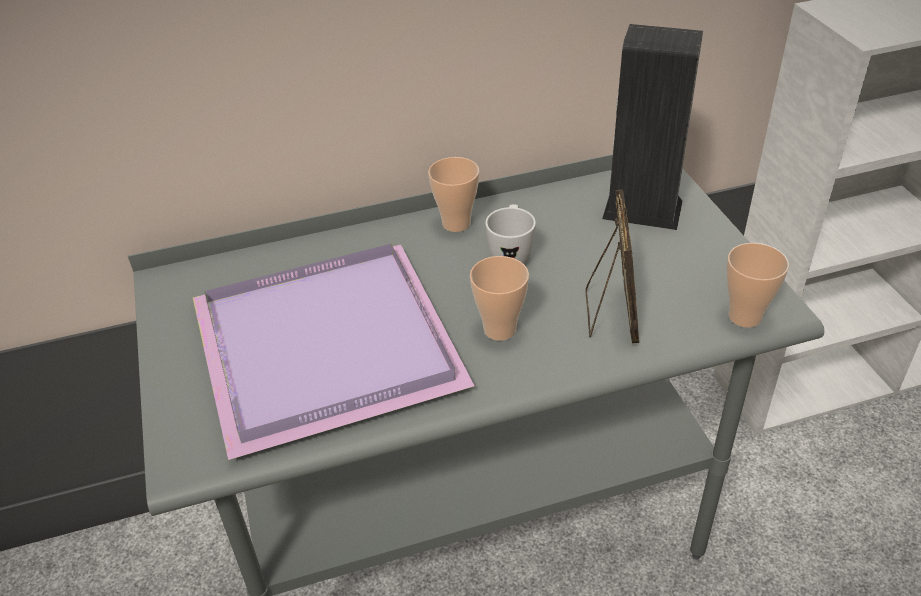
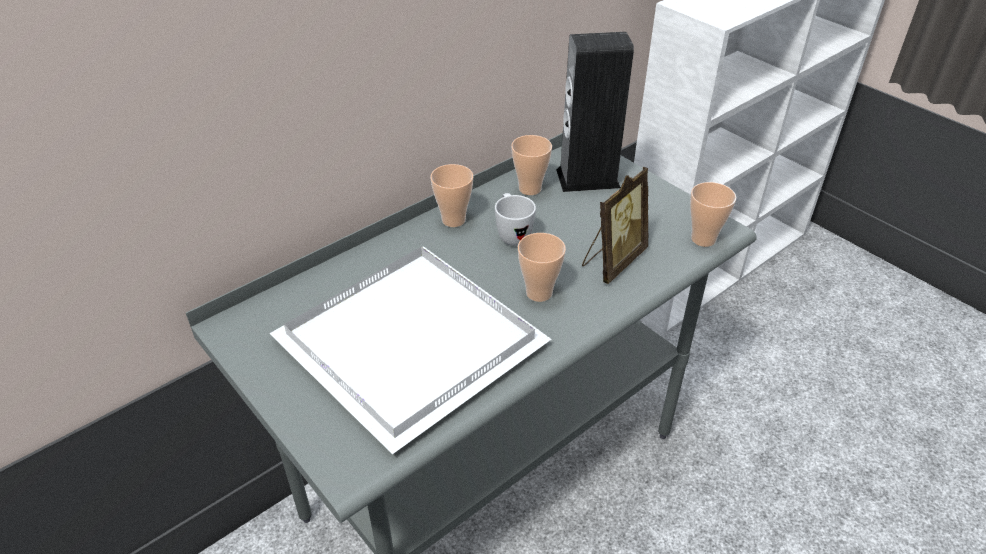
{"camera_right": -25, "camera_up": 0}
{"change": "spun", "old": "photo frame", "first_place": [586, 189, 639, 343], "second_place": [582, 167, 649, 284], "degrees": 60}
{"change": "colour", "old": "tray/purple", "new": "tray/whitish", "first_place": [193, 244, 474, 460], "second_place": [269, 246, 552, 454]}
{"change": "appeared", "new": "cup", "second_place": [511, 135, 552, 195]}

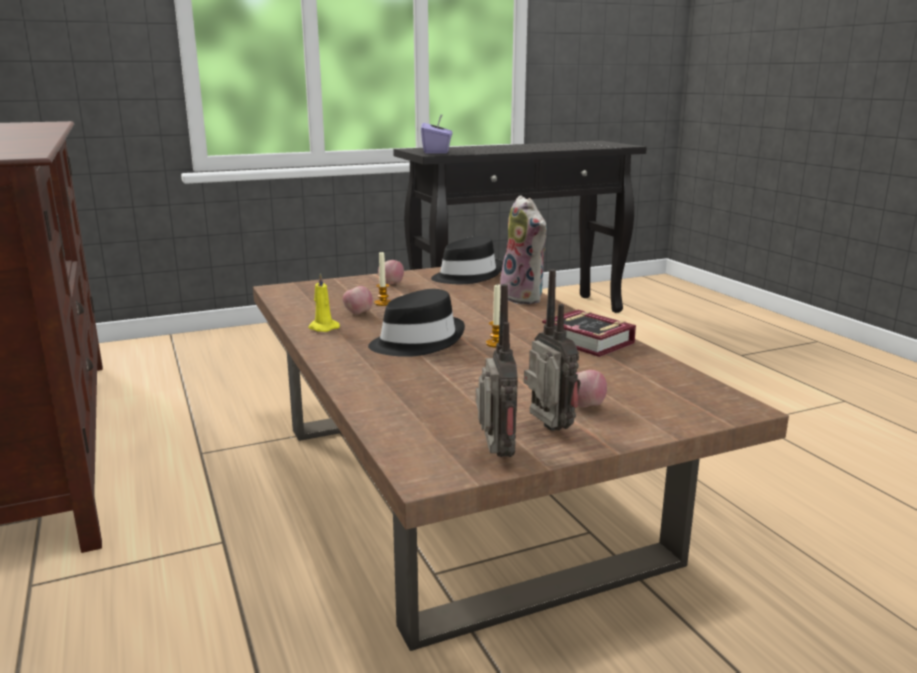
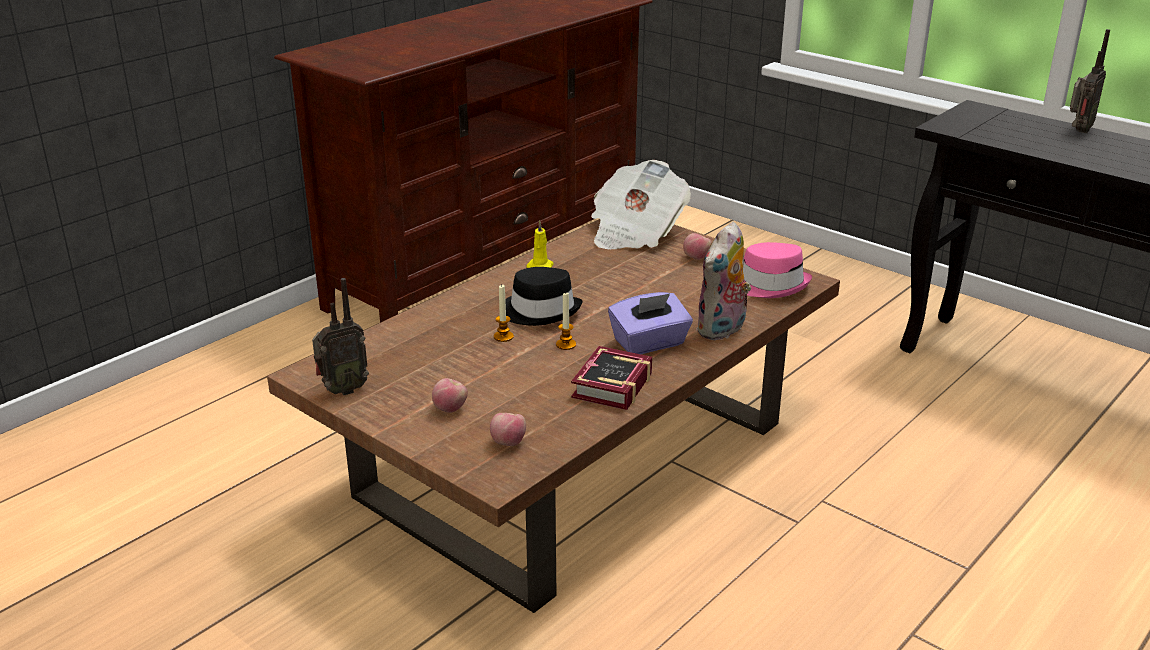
{"camera_right": 65, "camera_up": 10}
{"change": "relocated", "old": "tissue box/purple", "first_place": [421, 114, 453, 154], "second_place": [608, 292, 693, 354]}
{"change": "colour", "old": "clothing hat/black", "new": "clothing hat/pink", "first_place": [431, 236, 503, 284], "second_place": [743, 242, 812, 298]}
{"change": "relocated", "old": "candle", "first_place": [374, 251, 391, 306], "second_place": [494, 285, 514, 342]}
{"change": "relocated", "old": "radio receiver", "first_place": [524, 269, 581, 431], "second_place": [1070, 29, 1110, 133]}
{"change": "relocated", "old": "apple fruit", "first_place": [343, 286, 373, 314], "second_place": [490, 413, 526, 446]}
{"change": "appeared", "new": "newspaper", "second_place": [591, 160, 691, 249]}

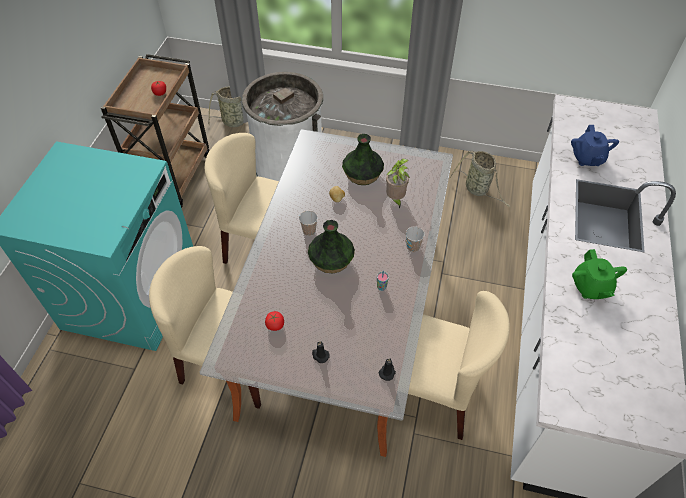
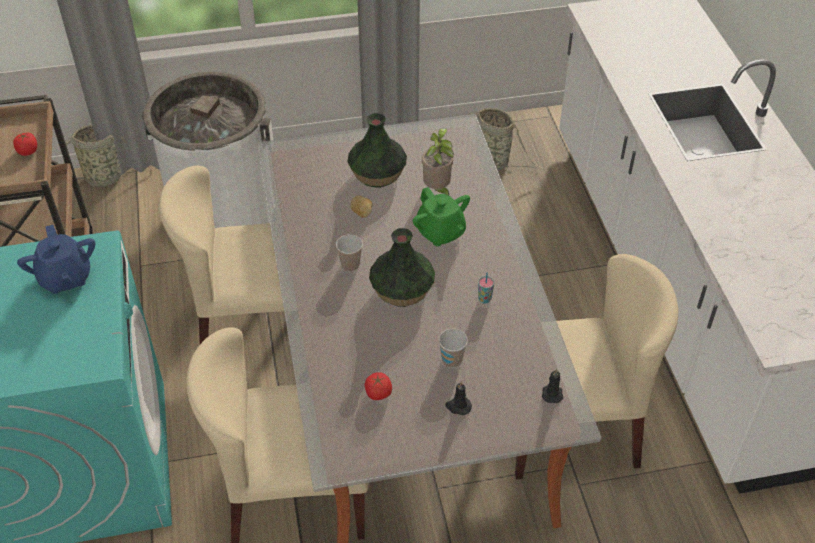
{"camera_right": -25, "camera_up": -5}
{"change": "relocated", "old": "pot for tea/blue-coloured", "first_place": [571, 125, 619, 166], "second_place": [17, 225, 95, 294]}
{"change": "relocated", "old": "cup", "first_place": [406, 226, 425, 252], "second_place": [439, 329, 468, 368]}
{"change": "relocated", "old": "pot for tea/green", "first_place": [572, 249, 627, 299], "second_place": [413, 187, 470, 246]}

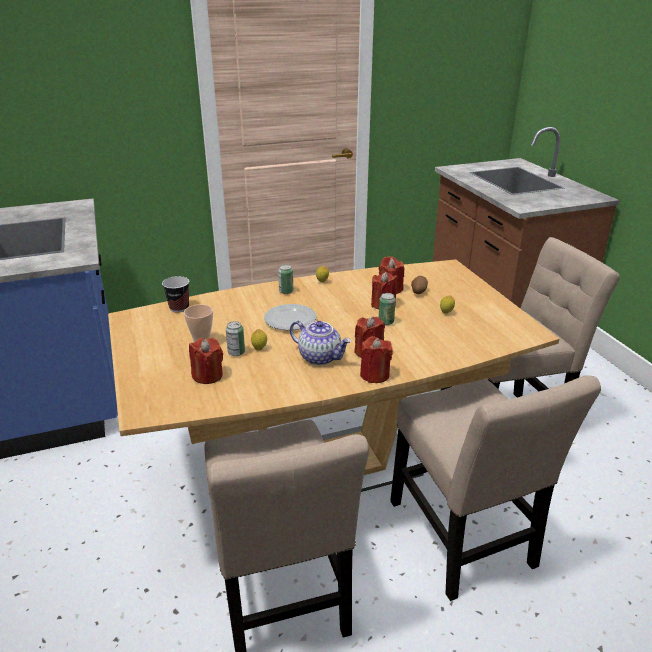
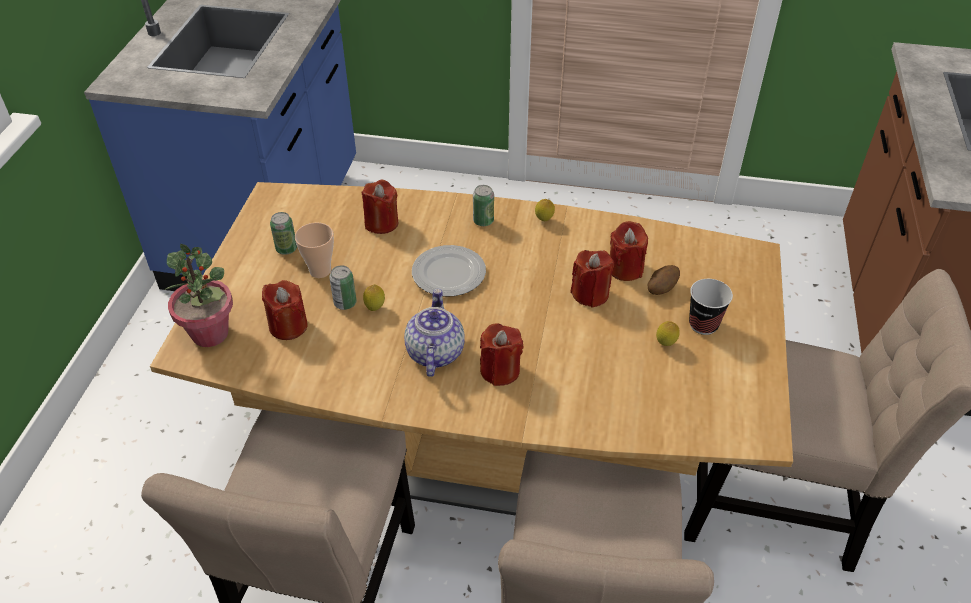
{"camera_right": 30, "camera_up": 15}
{"change": "relocated", "old": "cup", "first_place": [162, 276, 189, 312], "second_place": [689, 279, 733, 335]}
{"change": "relocated", "old": "can", "first_place": [379, 293, 396, 325], "second_place": [270, 212, 297, 255]}
{"change": "spun", "old": "pot for tea", "first_place": [290, 320, 351, 365], "second_place": [404, 288, 465, 377], "degrees": -150}
{"change": "relocated", "old": "candle/red", "first_place": [360, 337, 393, 383], "second_place": [362, 180, 398, 234]}
{"change": "appeared", "new": "houseplant", "second_place": [165, 244, 233, 347]}

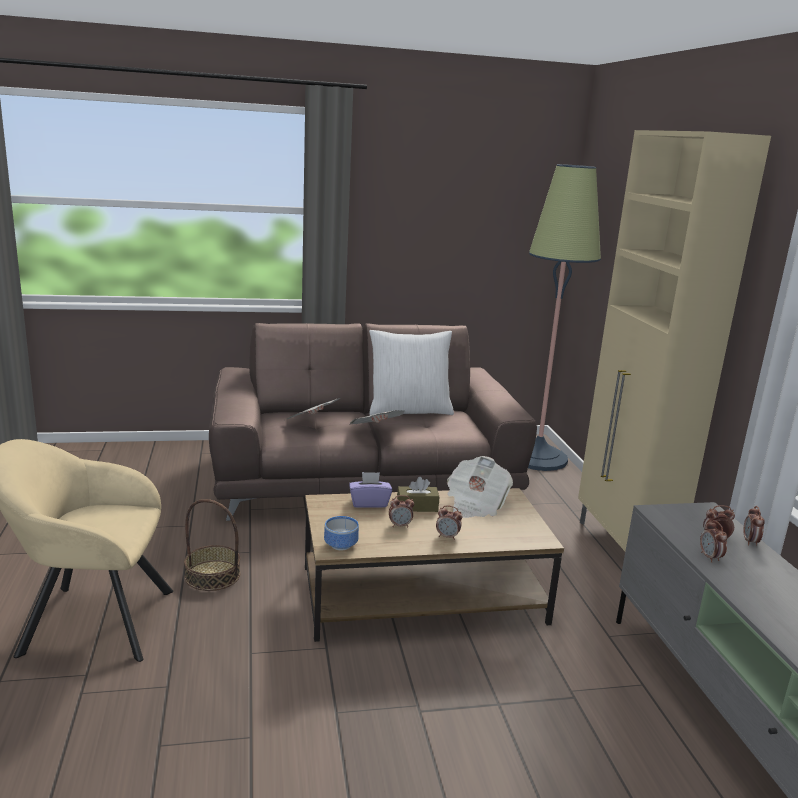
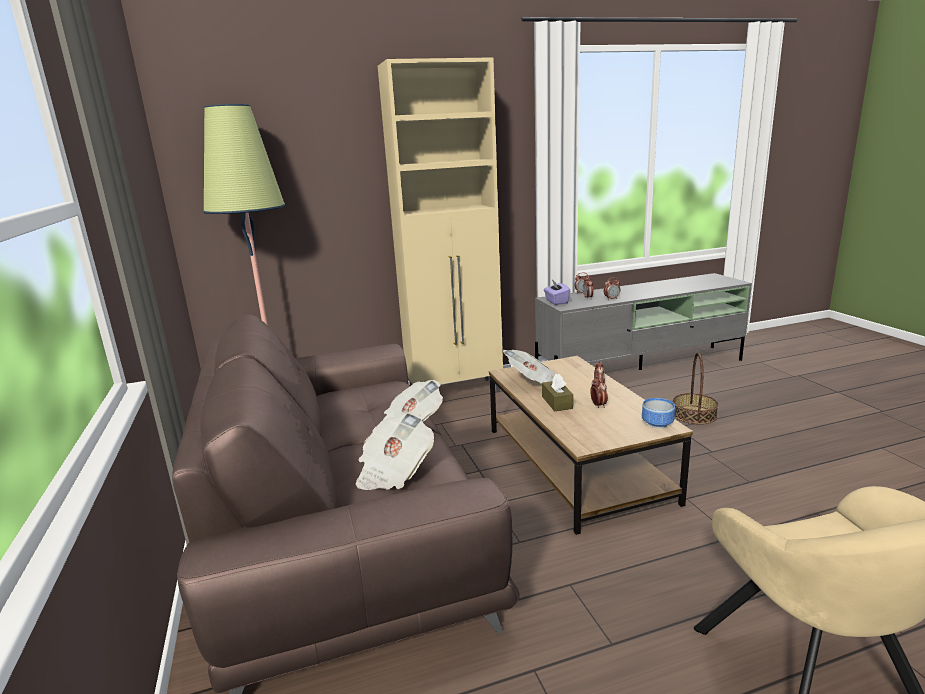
{"camera_right": -95, "camera_up": 0}
{"change": "missing", "old": "pillow/whitish", "first_place": [369, 330, 454, 415]}
{"change": "relocated", "old": "tissue box/purple", "first_place": [349, 472, 392, 508], "second_place": [544, 280, 570, 305]}
{"change": "relocated", "old": "household basket", "first_place": [184, 499, 240, 591], "second_place": [673, 353, 718, 425]}

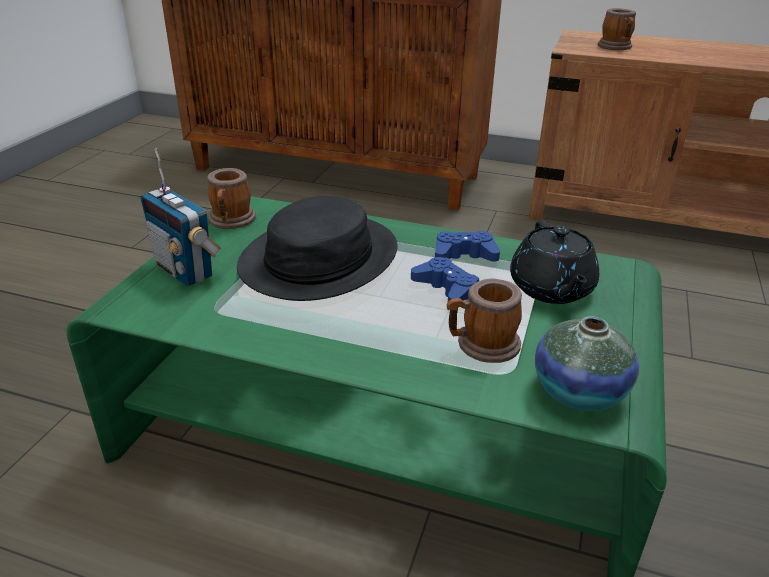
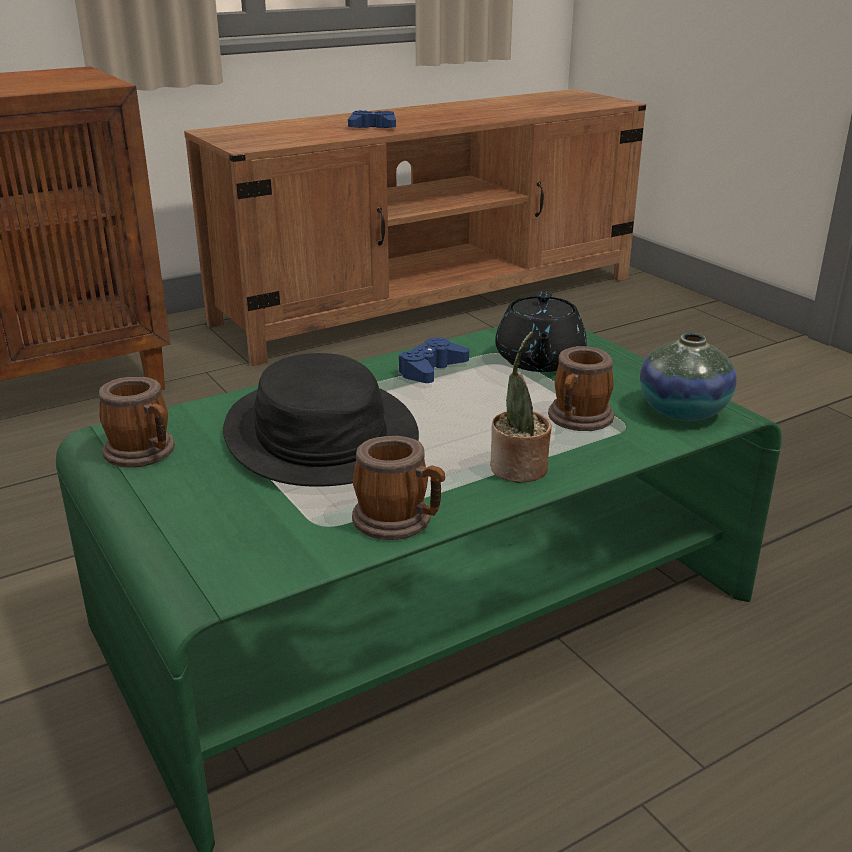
{"camera_right": -50, "camera_up": -5}
{"change": "relocated", "old": "mug", "first_place": [598, 8, 636, 50], "second_place": [352, 436, 445, 540]}
{"change": "missing", "old": "radio receiver", "first_place": [140, 148, 221, 287]}
{"change": "spun", "old": "pot for tea/black", "first_place": [510, 220, 599, 304], "second_place": [495, 291, 587, 372], "degrees": 60}
{"change": "relocated", "old": "gamepad/blue-coloured", "first_place": [411, 257, 479, 301], "second_place": [348, 110, 396, 128]}
{"change": "appeared", "new": "houseplant", "second_place": [490, 332, 552, 482]}

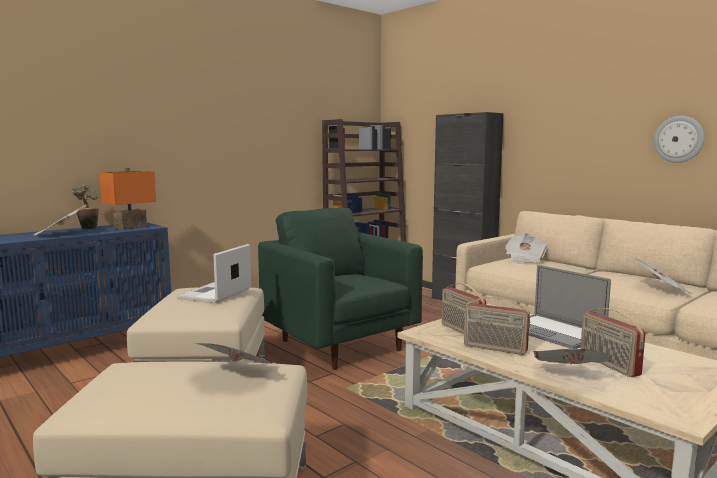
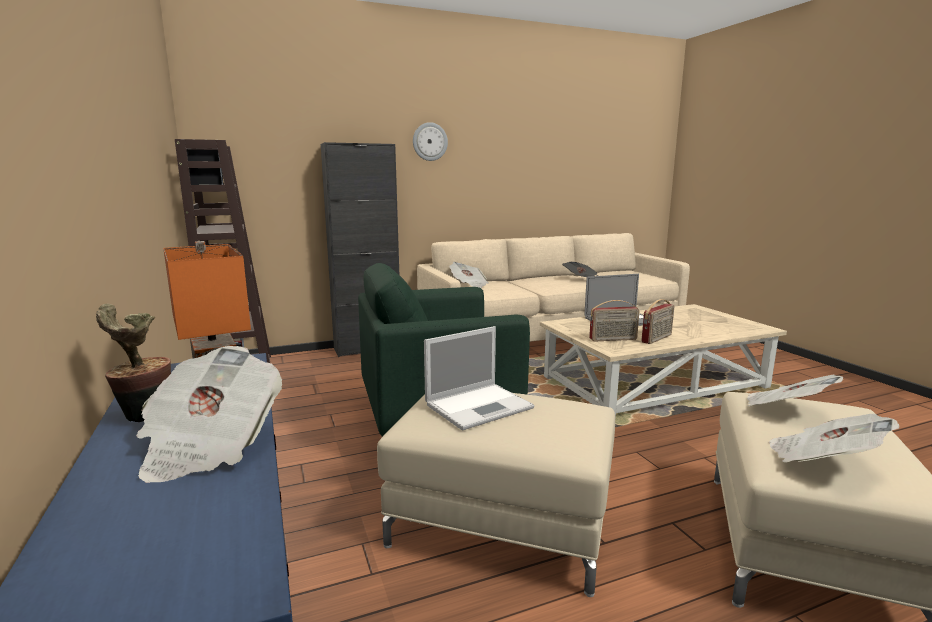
{"camera_right": -70, "camera_up": 5}
{"change": "relocated", "old": "hanging clock", "first_place": [654, 116, 705, 163], "second_place": [413, 122, 448, 161]}
{"change": "spun", "old": "laptop", "first_place": [177, 244, 251, 303], "second_place": [424, 326, 534, 431], "degrees": -75}
{"change": "missing", "old": "radio receiver", "first_place": [581, 308, 645, 377]}
{"change": "relocated", "old": "newspaper", "first_place": [533, 349, 611, 364], "second_place": [769, 414, 899, 463]}

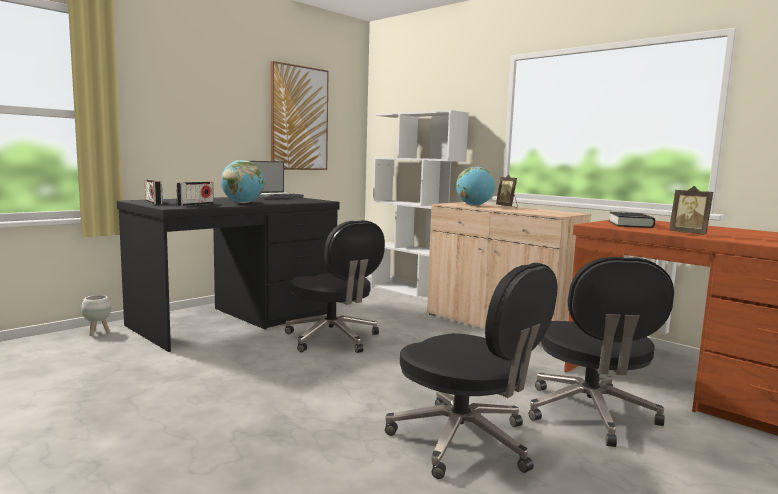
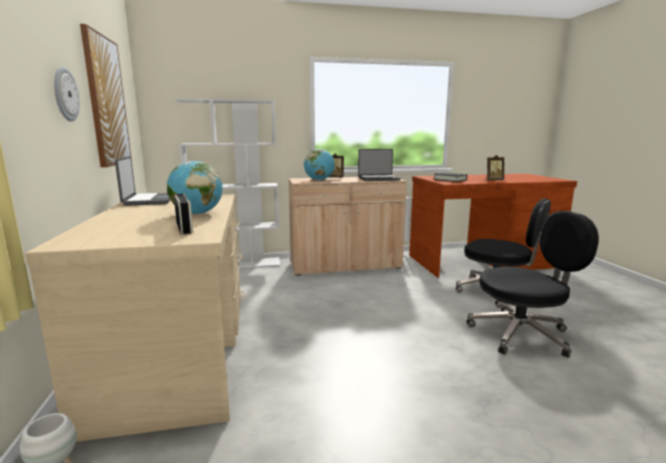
{"camera_right": -55, "camera_up": 5}
{"change": "missing", "old": "radio receiver", "first_place": [145, 180, 163, 205]}
{"change": "colour", "old": "desk/black", "new": "desk/beige-coloured", "first_place": [117, 197, 340, 352], "second_place": [25, 194, 244, 442]}
{"change": "missing", "old": "computer chair/black", "first_place": [285, 220, 385, 353]}
{"change": "appeared", "new": "hanging clock", "second_place": [54, 67, 80, 122]}
{"change": "appeared", "new": "laptop", "second_place": [358, 149, 401, 181]}

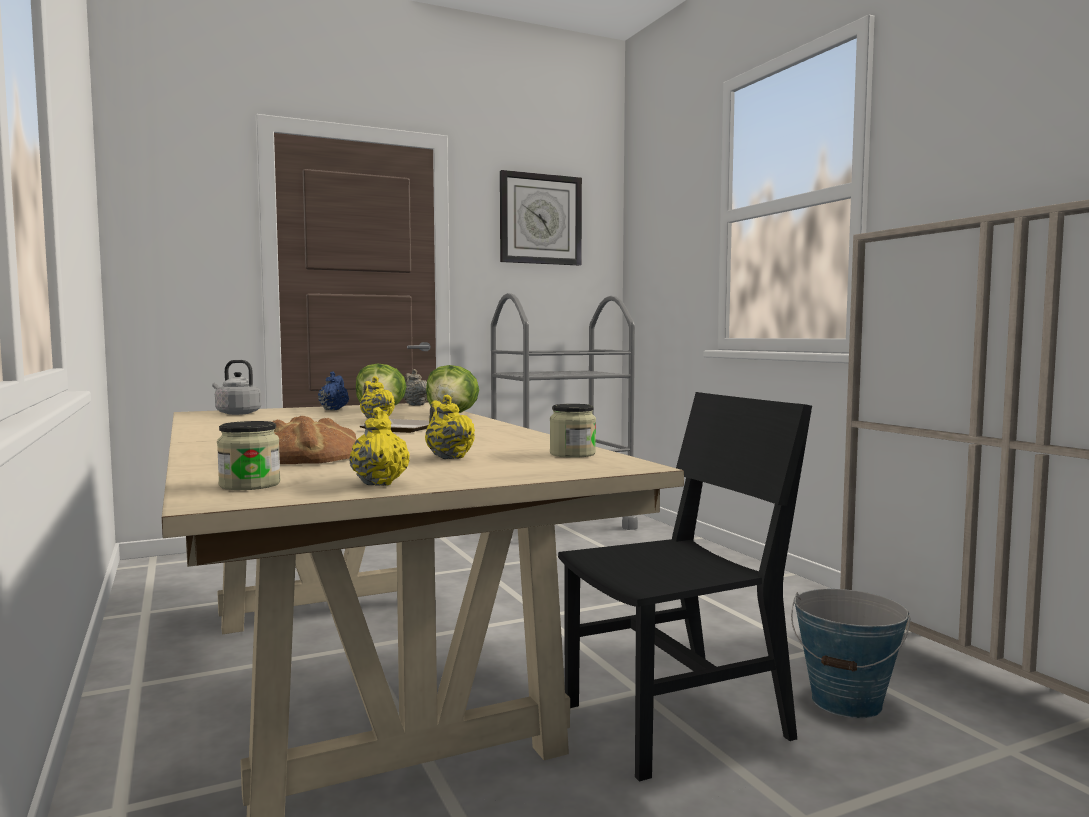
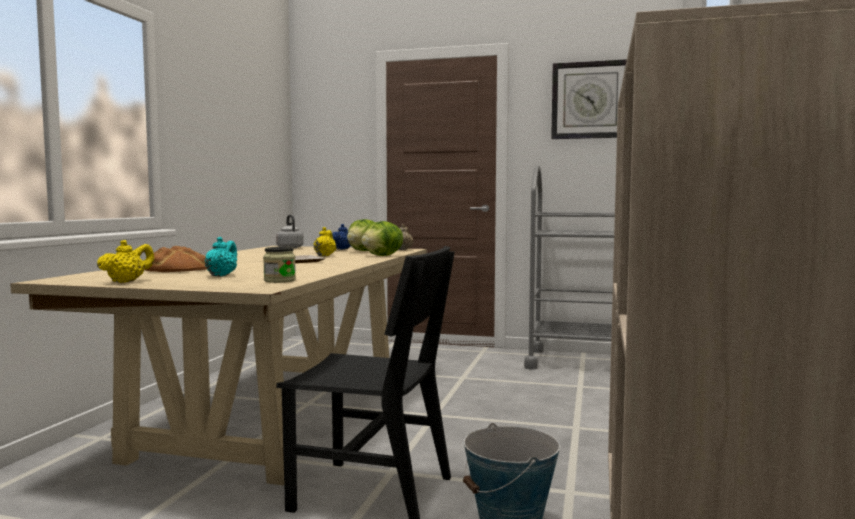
{"camera_right": 40, "camera_up": 0}
{"change": "colour", "old": "pot for tea/yellowish", "new": "pot for tea/turquoise-coloured", "first_place": [425, 395, 475, 459], "second_place": [205, 237, 237, 277]}
{"change": "missing", "old": "preserve jar", "first_place": [217, 421, 281, 490]}

